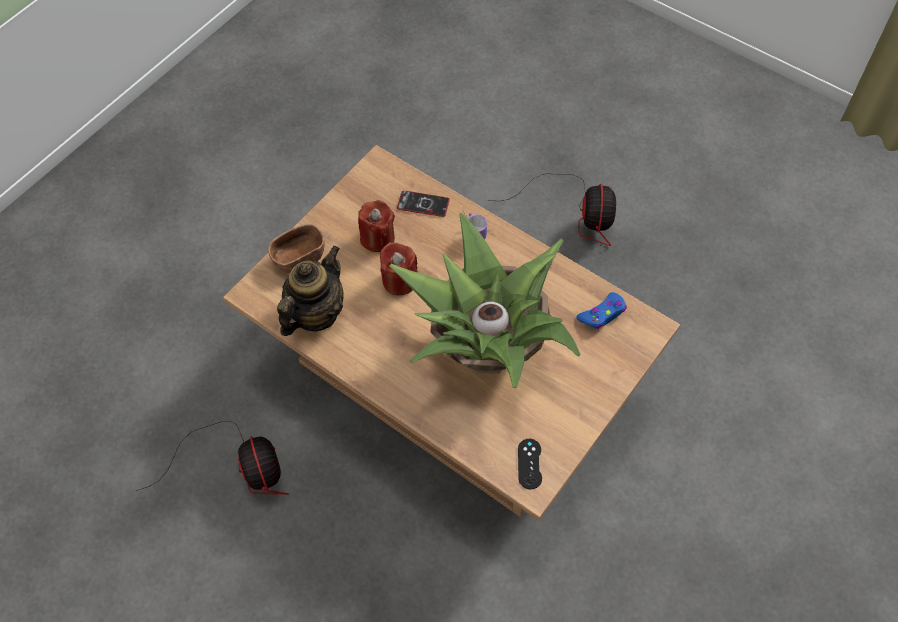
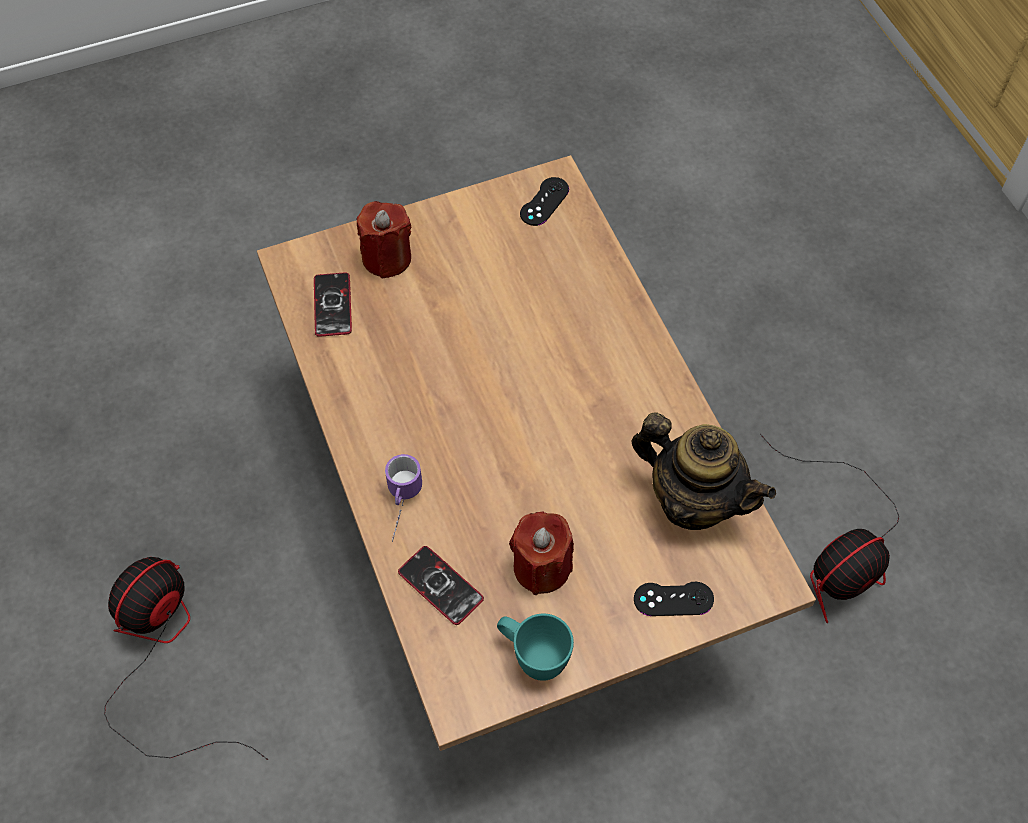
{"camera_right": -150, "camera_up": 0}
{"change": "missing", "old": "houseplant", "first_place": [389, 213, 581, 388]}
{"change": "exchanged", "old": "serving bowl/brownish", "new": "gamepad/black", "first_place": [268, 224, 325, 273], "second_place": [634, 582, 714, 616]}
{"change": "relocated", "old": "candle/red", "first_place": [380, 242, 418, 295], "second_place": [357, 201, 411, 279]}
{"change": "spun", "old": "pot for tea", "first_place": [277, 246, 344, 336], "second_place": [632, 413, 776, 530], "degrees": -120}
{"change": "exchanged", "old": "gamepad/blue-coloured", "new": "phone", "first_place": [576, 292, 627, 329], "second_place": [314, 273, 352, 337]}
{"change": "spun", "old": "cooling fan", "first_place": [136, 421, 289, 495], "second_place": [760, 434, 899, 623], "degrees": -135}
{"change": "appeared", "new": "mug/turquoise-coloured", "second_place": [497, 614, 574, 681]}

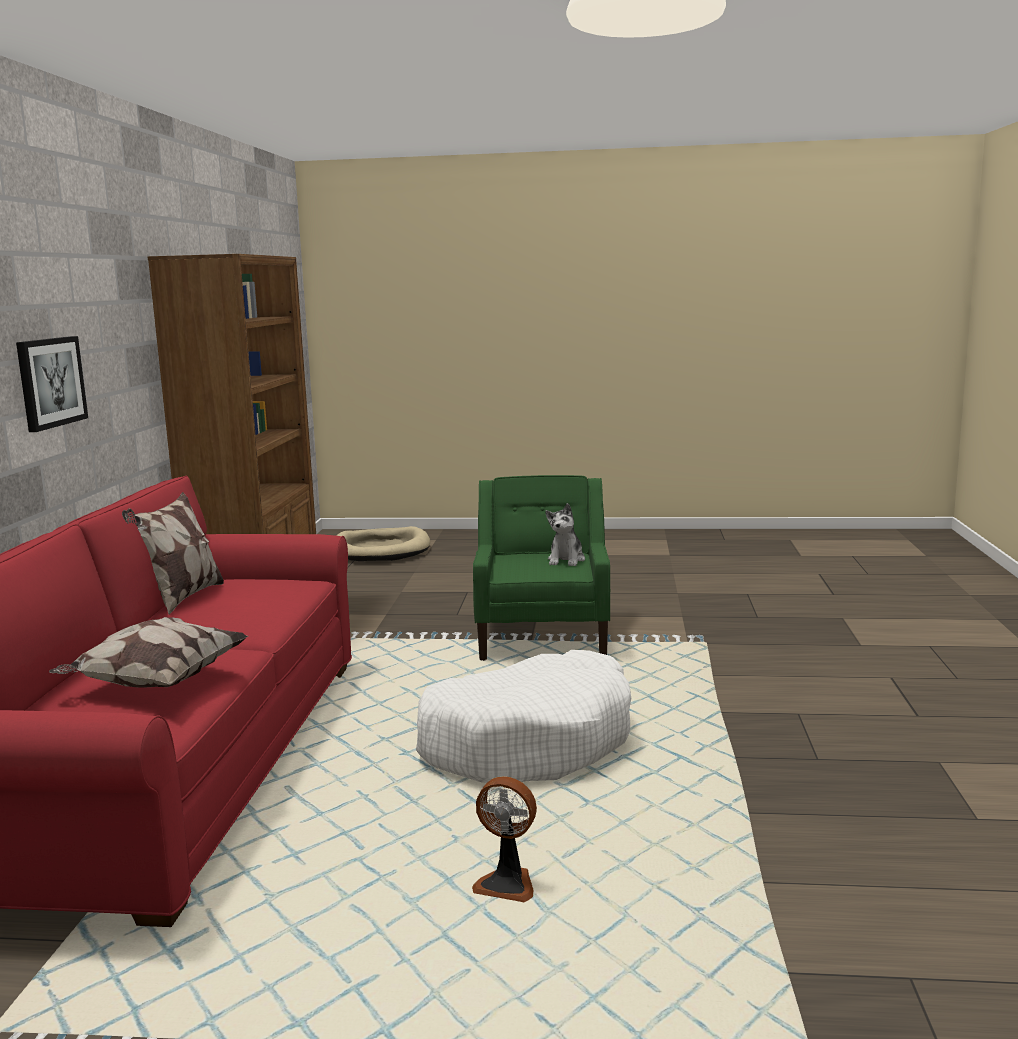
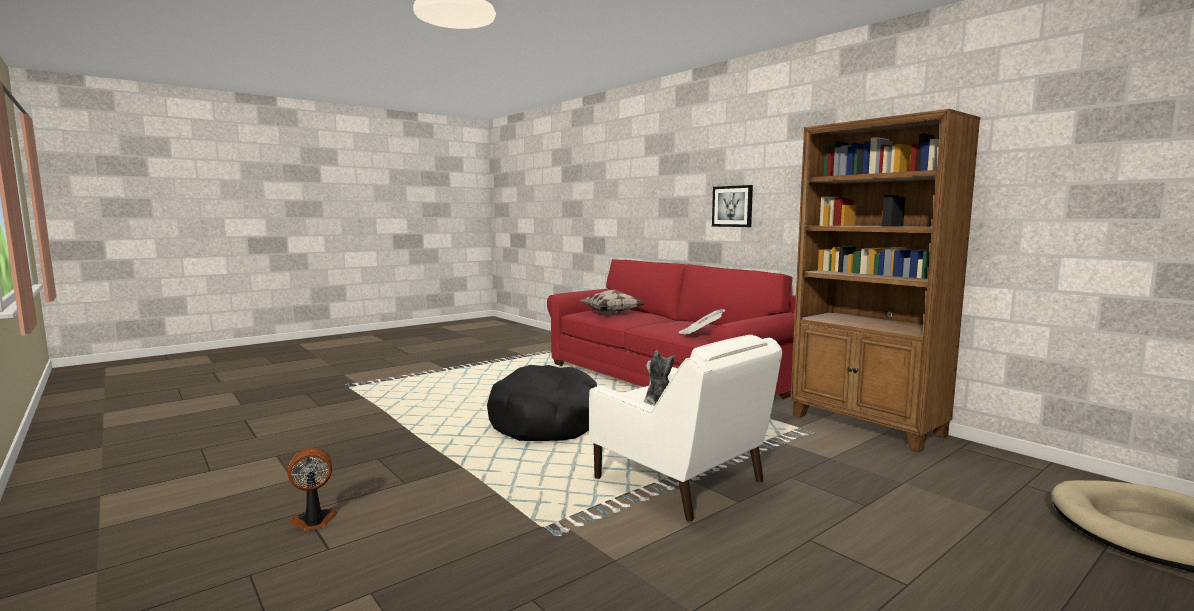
{"camera_right": 135, "camera_up": -5}
{"change": "colour", "old": "lounge chair/green", "new": "lounge chair/whitish", "first_place": [473, 475, 610, 661], "second_place": [589, 335, 782, 522]}
{"change": "missing", "old": "pillow", "first_place": [122, 492, 224, 615]}
{"change": "colour", "old": "pet bed/whitish", "new": "pet bed/black", "first_place": [416, 650, 631, 783], "second_place": [487, 365, 597, 441]}
{"change": "relocated", "old": "cooling fan", "first_place": [472, 776, 537, 902], "second_place": [288, 448, 338, 531]}
{"change": "appeared", "new": "newspaper", "second_place": [678, 309, 725, 335]}

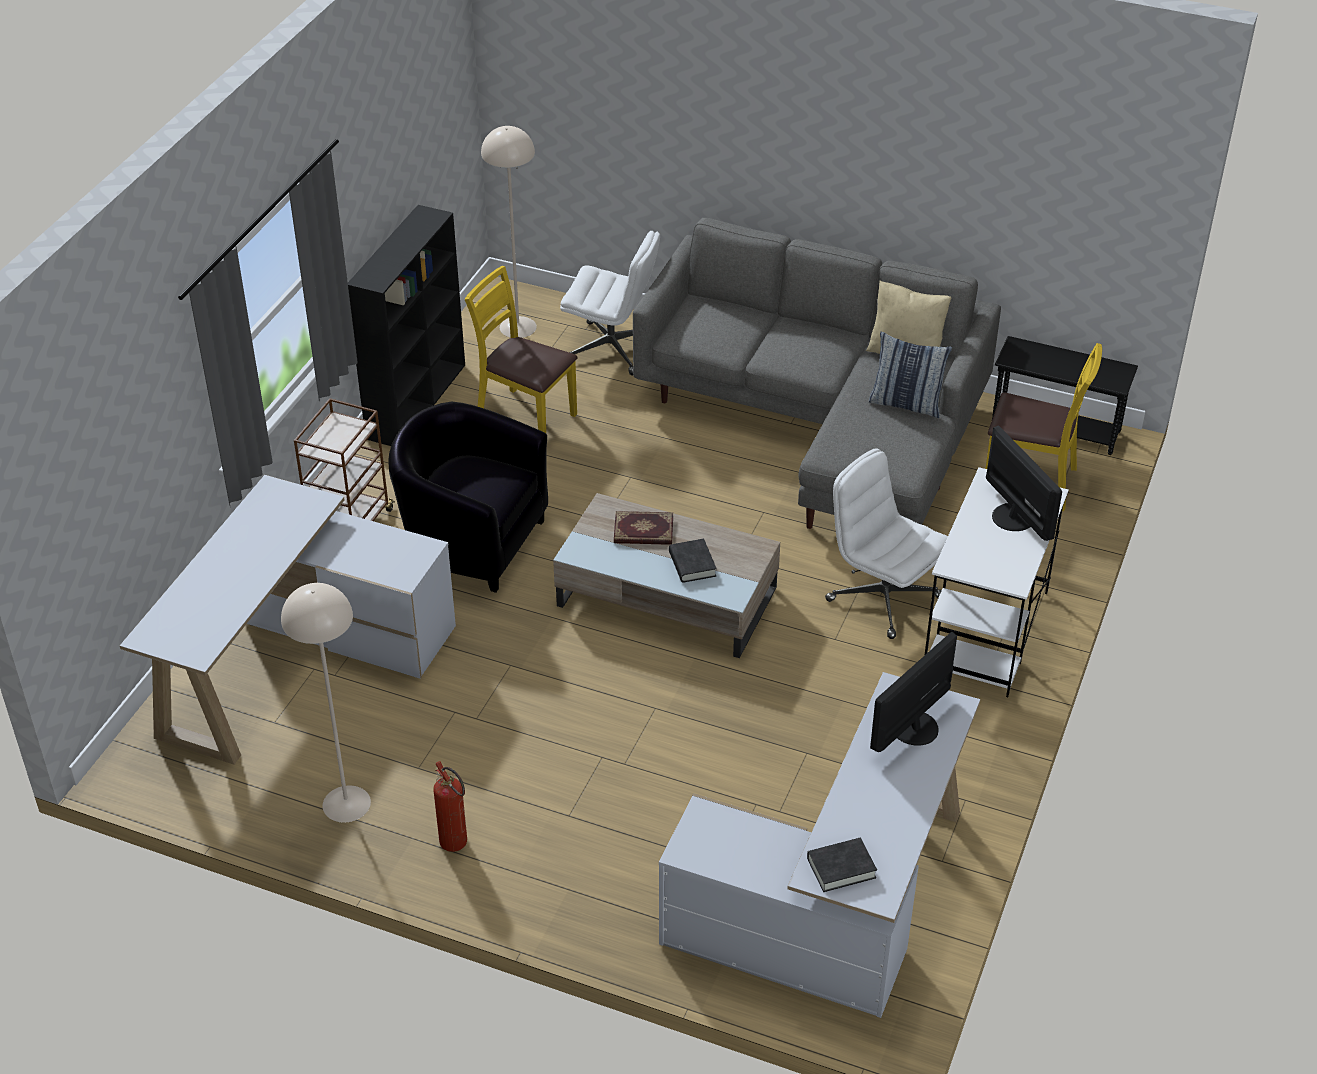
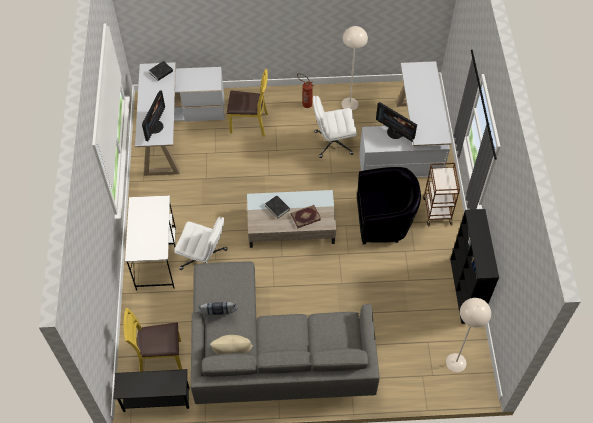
{"camera_right": 155, "camera_up": 15}
{"change": "relocated", "old": "computer chair/whitish", "first_place": [560, 231, 660, 376], "second_place": [313, 96, 357, 158]}
{"change": "relocated", "old": "upright chair/yellowish", "first_place": [465, 266, 578, 433], "second_place": [227, 69, 268, 137]}
{"change": "relocated", "old": "computer display", "first_place": [986, 426, 1062, 541], "second_place": [376, 102, 417, 142]}

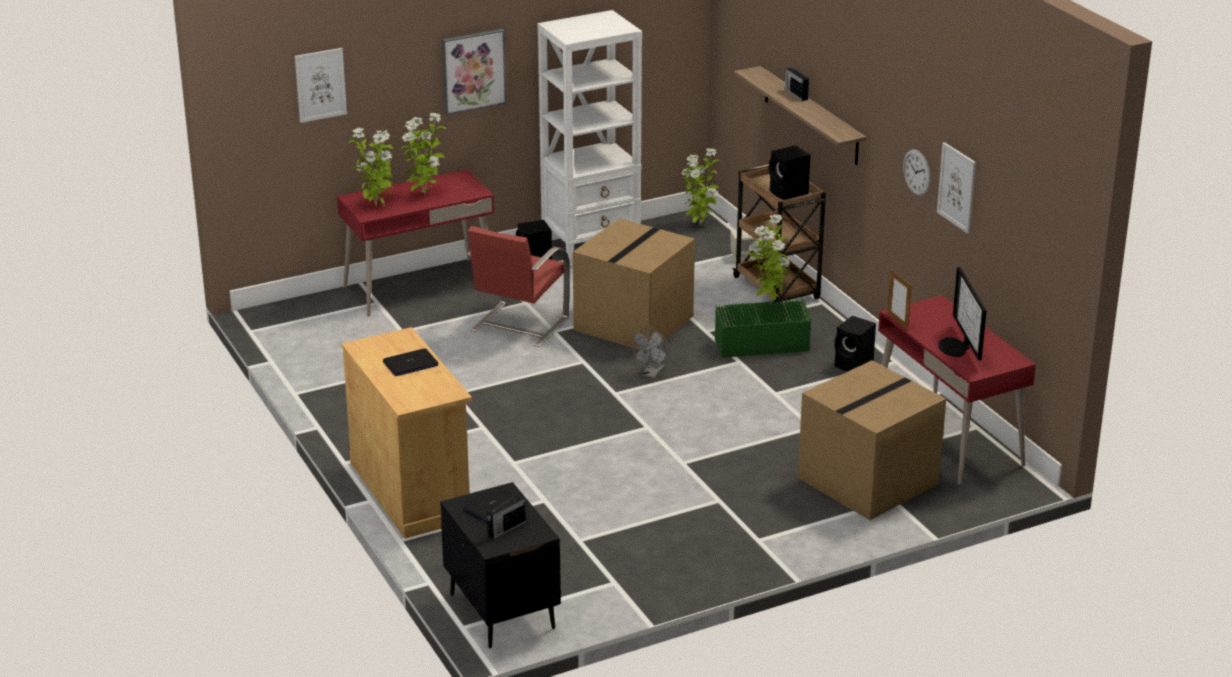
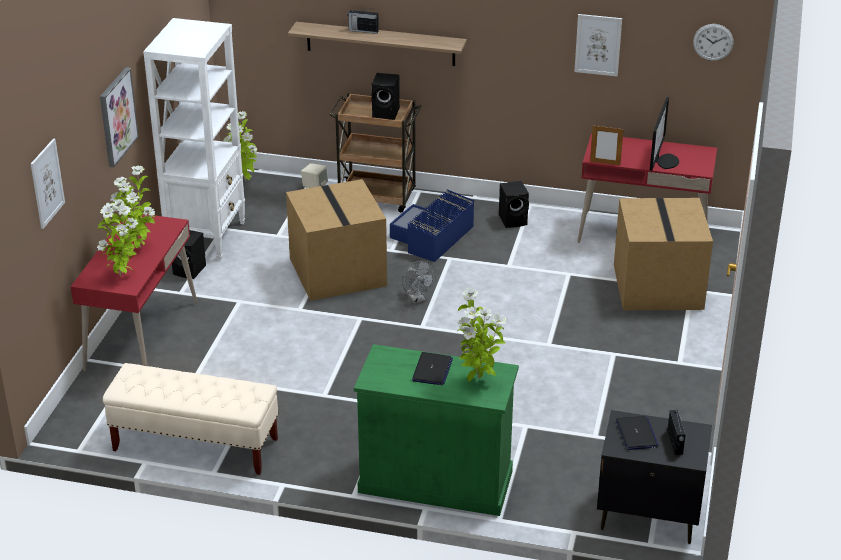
{"camera_right": -50, "camera_up": 5}
{"change": "relocated", "old": "hanging clock", "first_place": [903, 149, 931, 196], "second_place": [693, 24, 734, 61]}
{"change": "relocated", "old": "houseplant", "first_place": [749, 214, 790, 302], "second_place": [457, 288, 507, 381]}
{"change": "missing", "old": "upright chair/red", "first_place": [467, 226, 570, 347]}
{"change": "spun", "old": "computer display", "first_place": [938, 267, 986, 360], "second_place": [650, 97, 679, 171], "degrees": -105}
{"change": "colour", "old": "storage container/green", "new": "storage container/blue-coloured", "first_place": [715, 298, 811, 358], "second_place": [390, 189, 475, 262]}
{"change": "colour", "old": "cupboard/beige-coloured", "new": "cupboard/green", "first_place": [341, 327, 472, 539], "second_place": [354, 344, 519, 516]}
{"change": "appeared", "new": "indoor bench/beige-coloured", "second_place": [103, 363, 279, 475]}

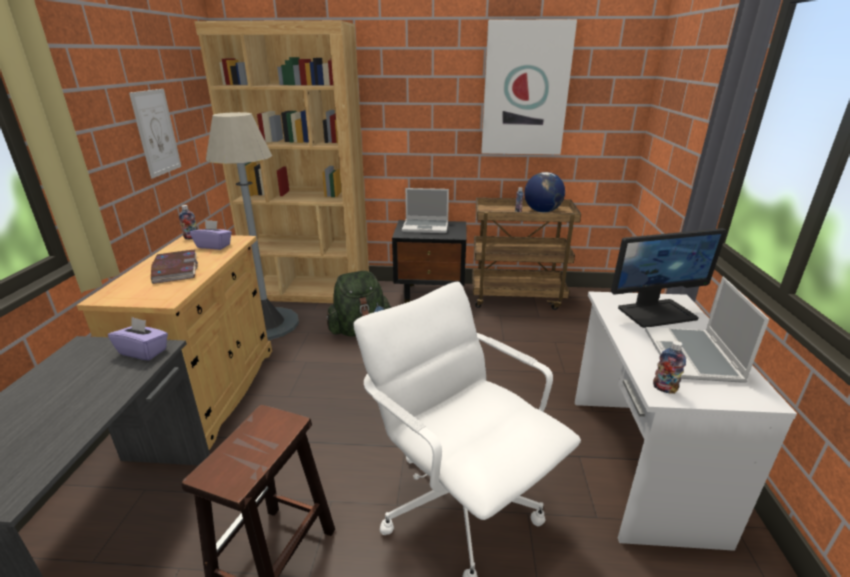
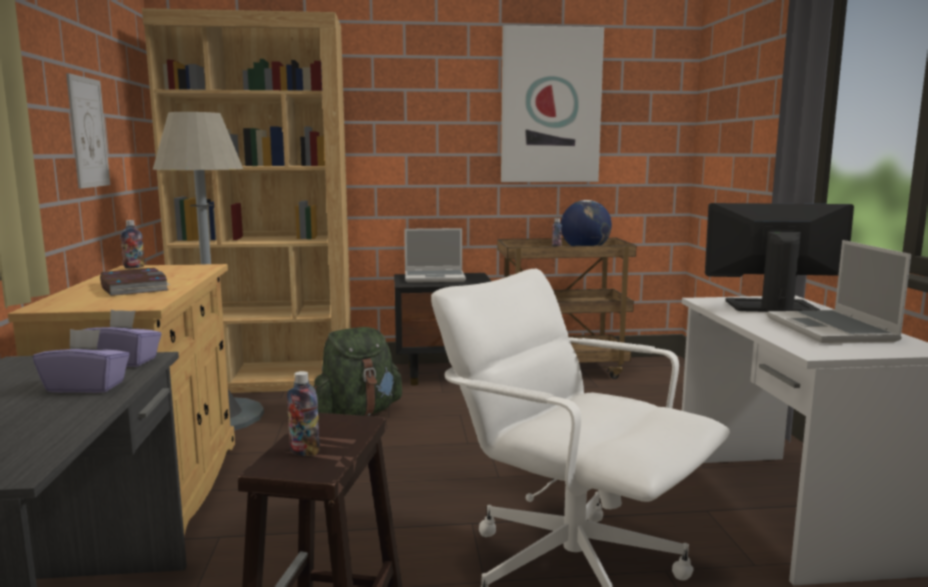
{"camera_right": -10, "camera_up": -15}
{"change": "relocated", "old": "tissue box/purple", "first_place": [190, 220, 232, 250], "second_place": [33, 329, 130, 393]}
{"change": "spun", "old": "computer display", "first_place": [611, 228, 727, 328], "second_place": [705, 203, 854, 312], "degrees": -150}
{"change": "relocated", "old": "beverage bottle", "first_place": [653, 341, 686, 394], "second_place": [287, 371, 320, 456]}

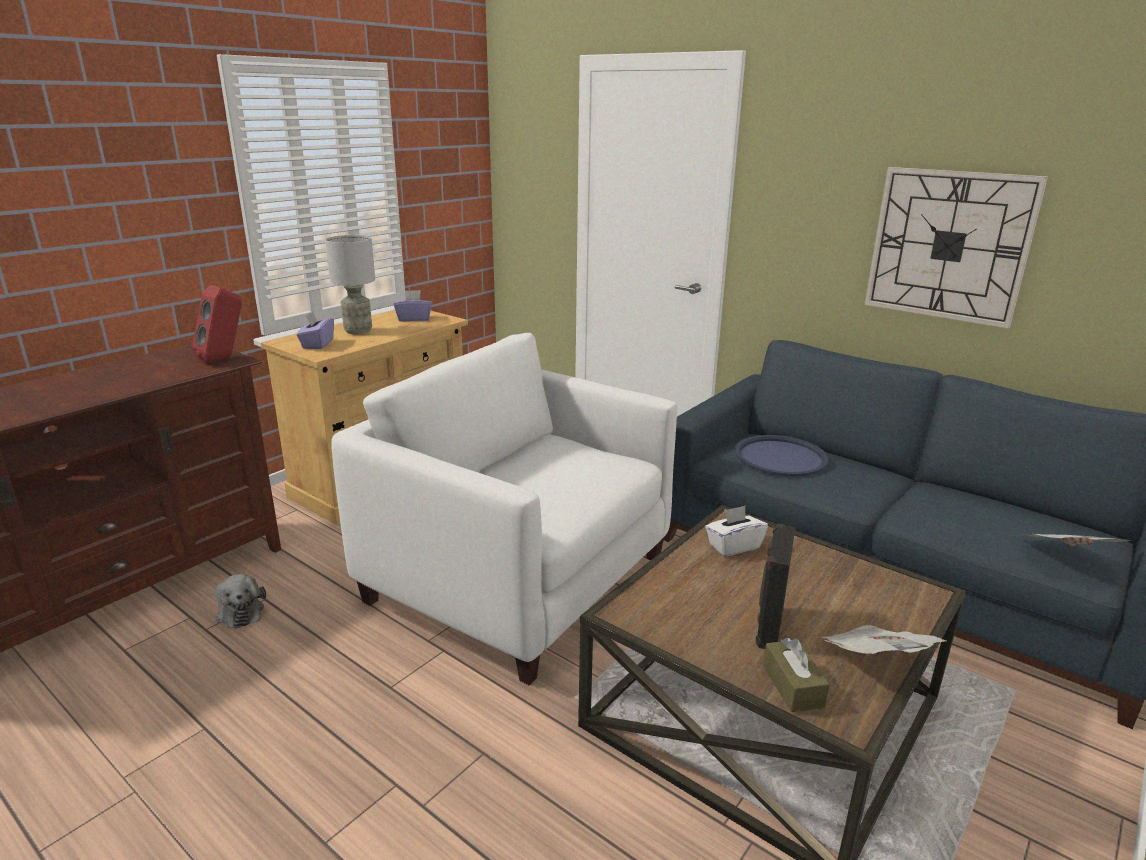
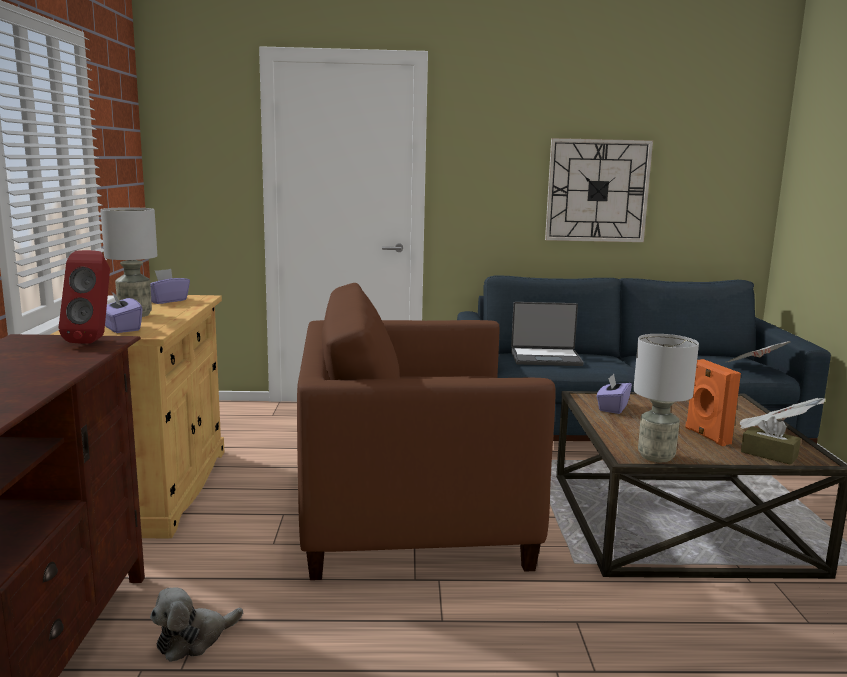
{"camera_right": -40, "camera_up": -10}
{"change": "colour", "old": "lounge chair/whitish", "new": "lounge chair/brownish", "first_place": [331, 333, 677, 686], "second_place": [297, 283, 555, 580]}
{"change": "exchanged", "old": "tray/blue-coloured", "new": "laptop", "first_place": [735, 435, 829, 477], "second_place": [511, 302, 584, 366]}
{"change": "colour", "old": "tissue box/whitish", "new": "tissue box/purple", "first_place": [705, 506, 768, 557], "second_place": [596, 374, 632, 414]}
{"change": "colour", "old": "loudspeaker/black", "new": "loudspeaker/orange", "first_place": [755, 523, 795, 649], "second_place": [685, 359, 741, 446]}
{"change": "spun", "old": "plush toy", "first_place": [215, 574, 266, 629], "second_place": [150, 587, 243, 662], "degrees": 120}
{"change": "appeared", "new": "tabletop lamp/greyish", "second_place": [633, 334, 699, 462]}

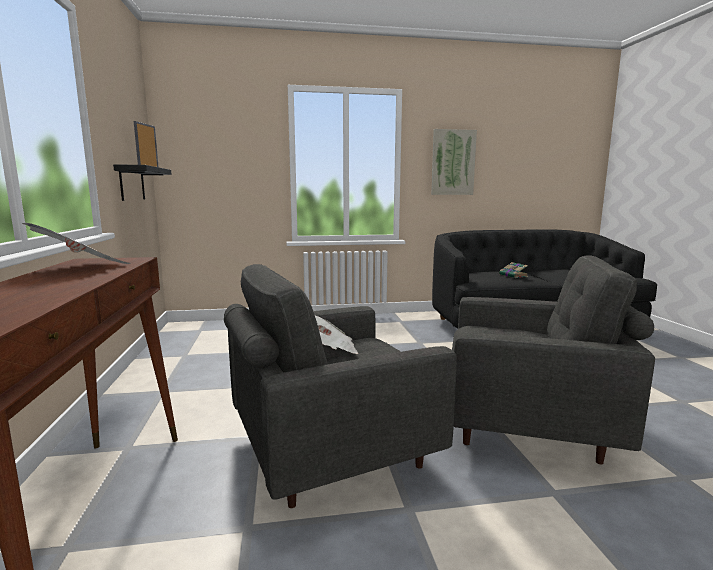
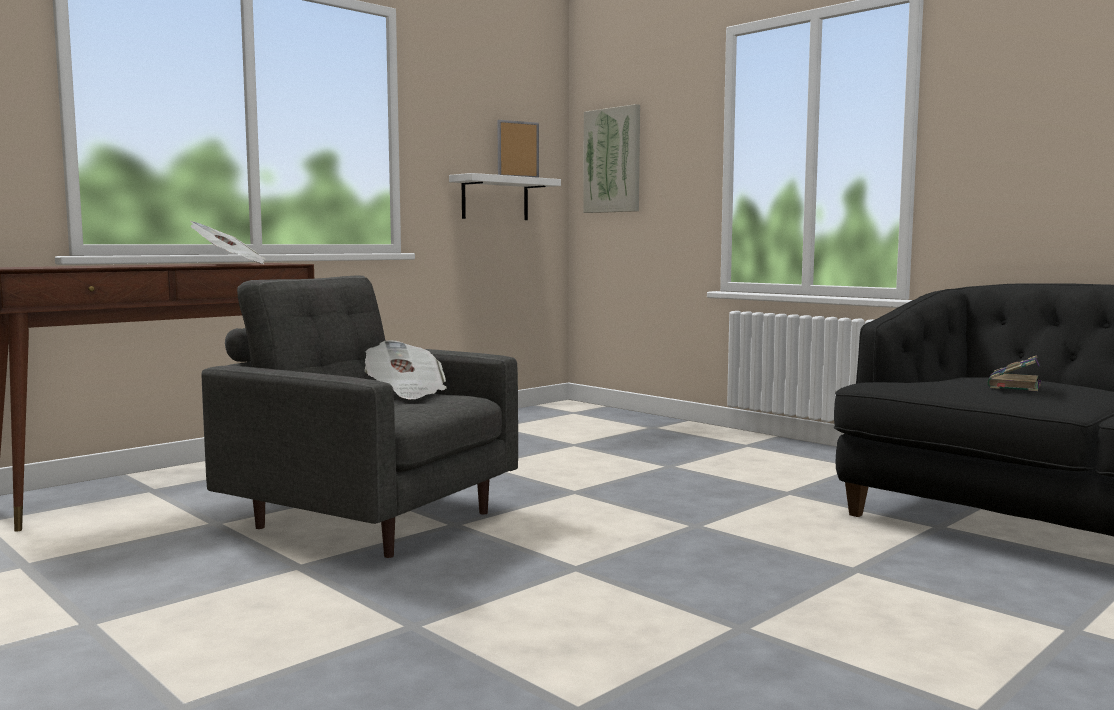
{"camera_right": 55, "camera_up": -5}
{"change": "relocated", "old": "picture", "first_place": [431, 129, 477, 195], "second_place": [583, 104, 640, 213]}
{"change": "colour", "old": "wall shelf/black", "new": "wall shelf/whitish", "first_place": [113, 164, 172, 201], "second_place": [449, 173, 561, 220]}
{"change": "missing", "old": "lounge chair/greyish", "first_place": [452, 255, 655, 465]}

